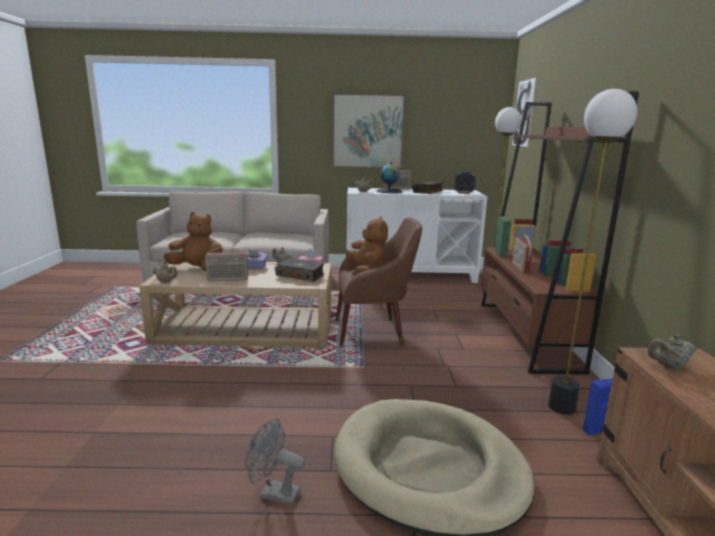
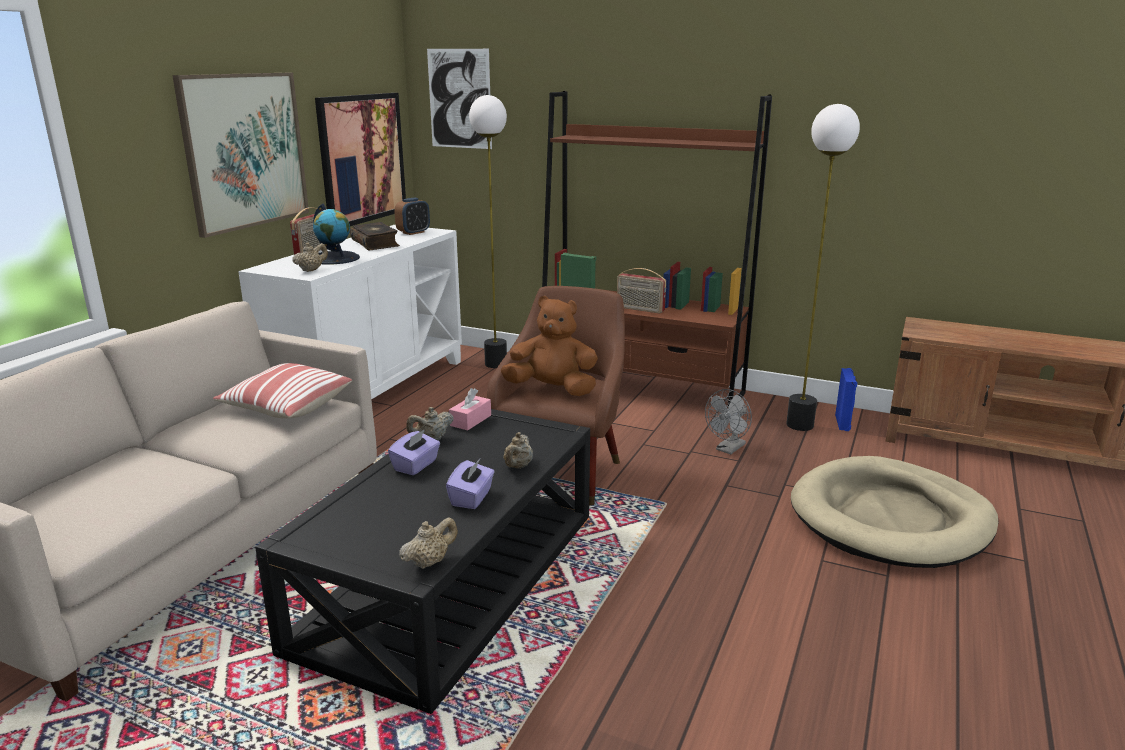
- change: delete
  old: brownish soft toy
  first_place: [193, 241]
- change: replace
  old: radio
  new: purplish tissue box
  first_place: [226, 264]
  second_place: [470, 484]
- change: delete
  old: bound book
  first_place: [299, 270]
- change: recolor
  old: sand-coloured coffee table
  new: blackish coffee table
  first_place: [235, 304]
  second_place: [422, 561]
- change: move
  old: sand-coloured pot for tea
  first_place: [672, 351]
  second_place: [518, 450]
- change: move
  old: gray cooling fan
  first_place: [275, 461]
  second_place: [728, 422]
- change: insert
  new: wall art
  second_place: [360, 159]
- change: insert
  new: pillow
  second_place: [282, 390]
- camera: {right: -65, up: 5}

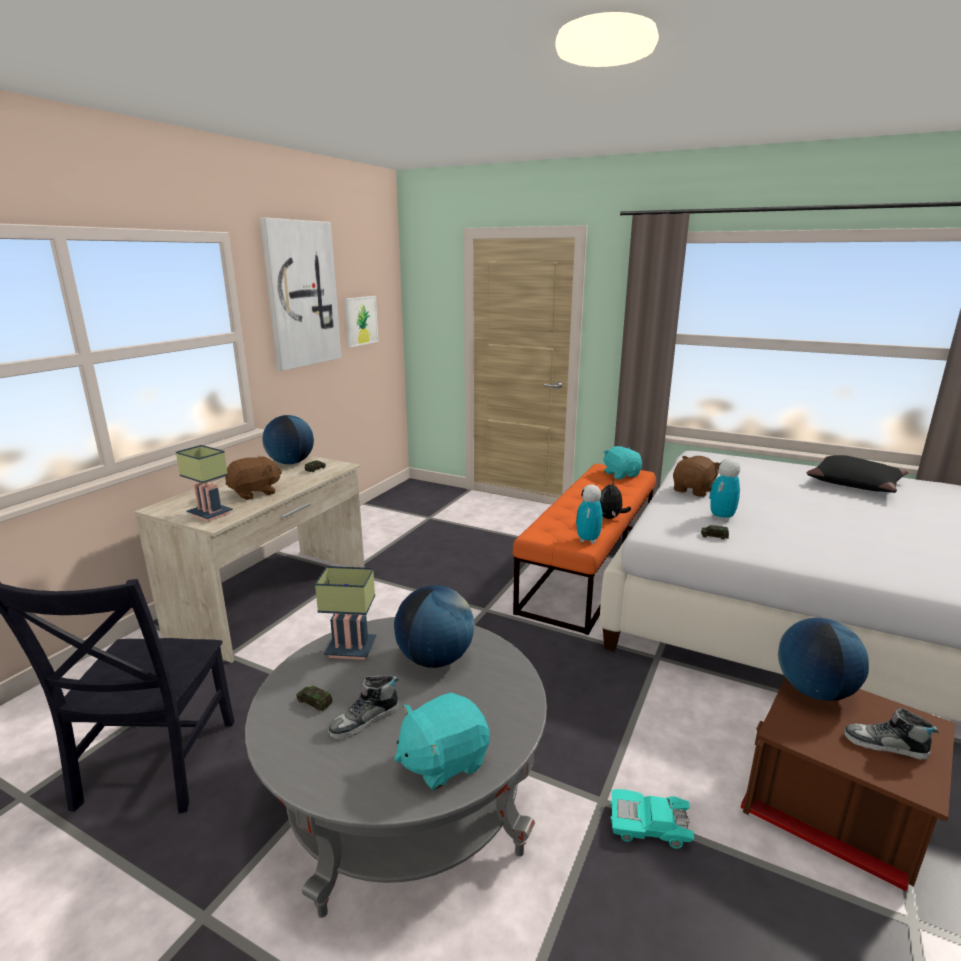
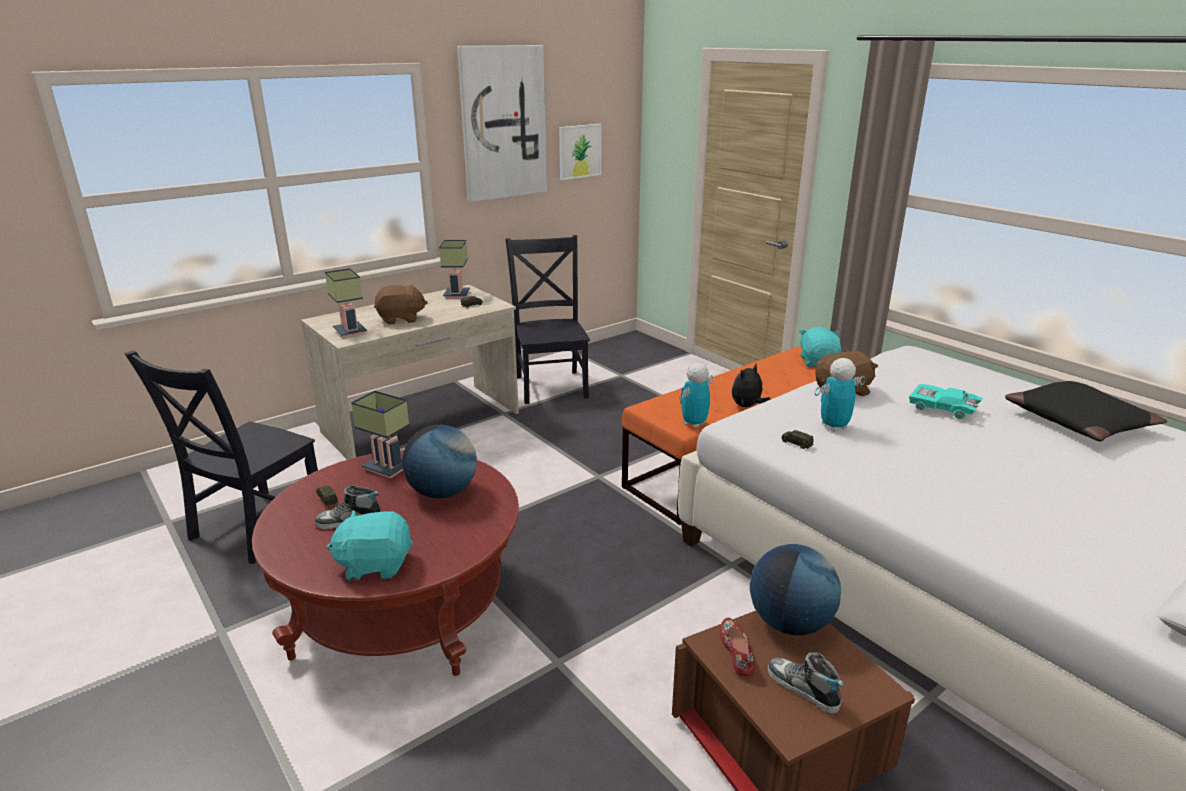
- change: replace
  old: globe
  new: table lamp
  first_place: [288, 439]
  second_place: [454, 269]
- change: recolor
  old: gray coffee table
  new: red coffee table
  first_place: [396, 767]
  second_place: [385, 563]
- change: move
  old: turquoise-coloured model car
  first_place: [652, 819]
  second_place: [946, 402]
- change: insert
  new: blackish plain chair
  second_place: [547, 319]
- change: insert
  new: red low shoe
  second_place: [737, 647]
- camera: {right: 25, up: 5}

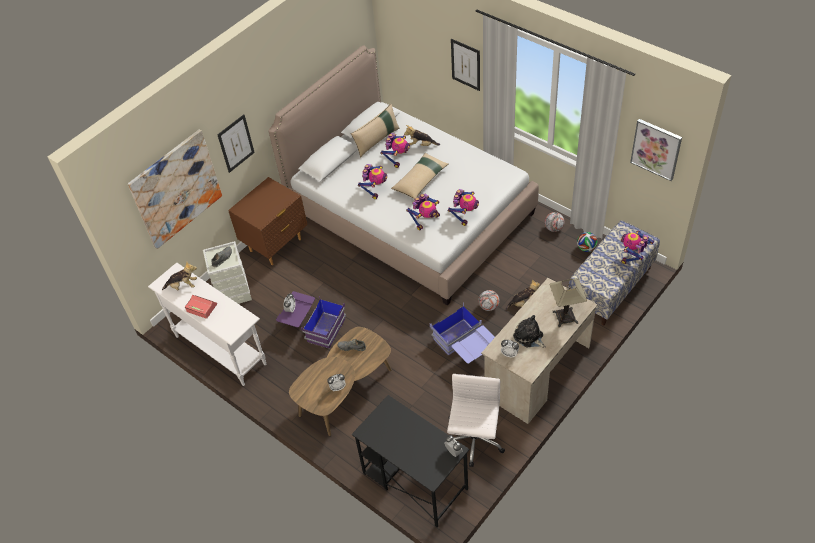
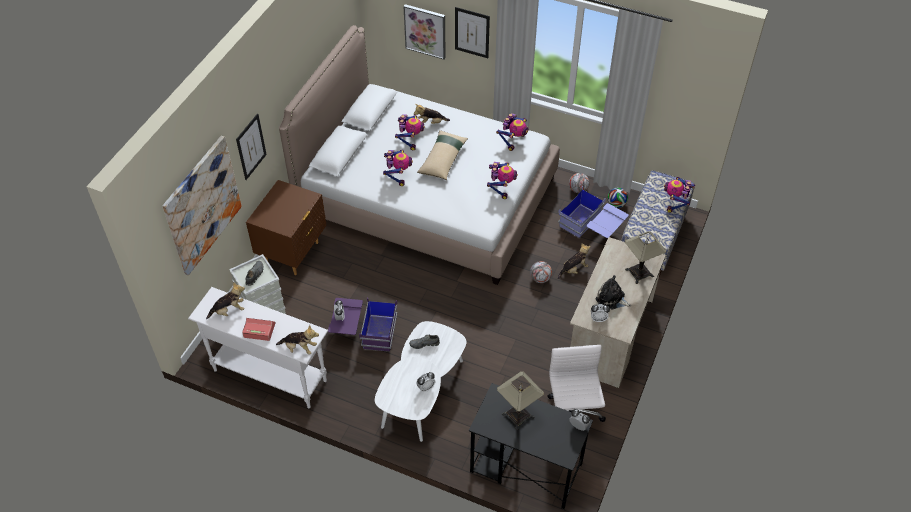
- change: delete
  old: sand-coloured pillow
  first_place: [375, 131]
- change: move
  old: wall art
  first_place: [656, 150]
  second_place: [424, 31]
- change: move
  old: model robot
  first_place: [423, 212]
  second_place: [512, 132]
- change: move
  old: blue storage container
  first_place: [462, 333]
  second_place: [593, 212]
- change: recolor
  old: brownish coffee table
  new: white coffee table
  first_place: [340, 381]
  second_place: [420, 381]
- change: insert
  new: soft toy
  second_place: [297, 340]
- change: insert
  new: table lamp
  second_place: [520, 400]
- camera: {right: -20, up: 0}

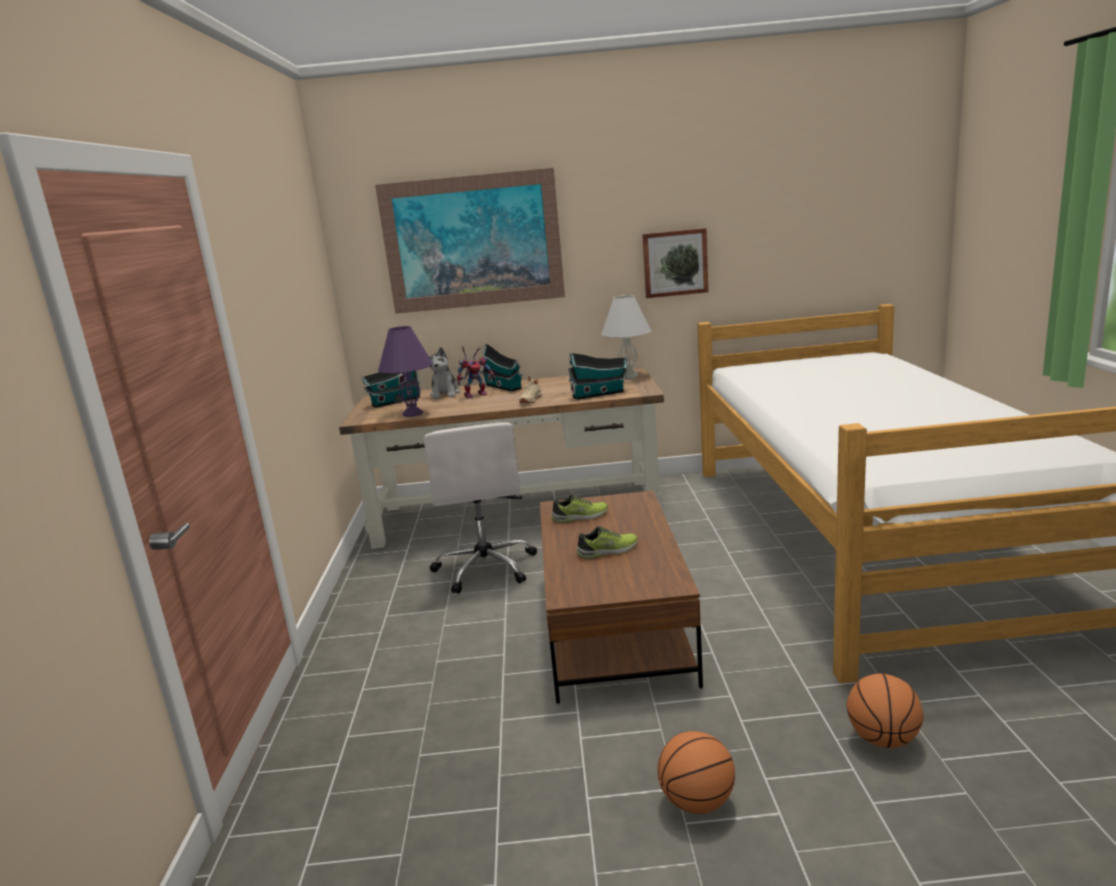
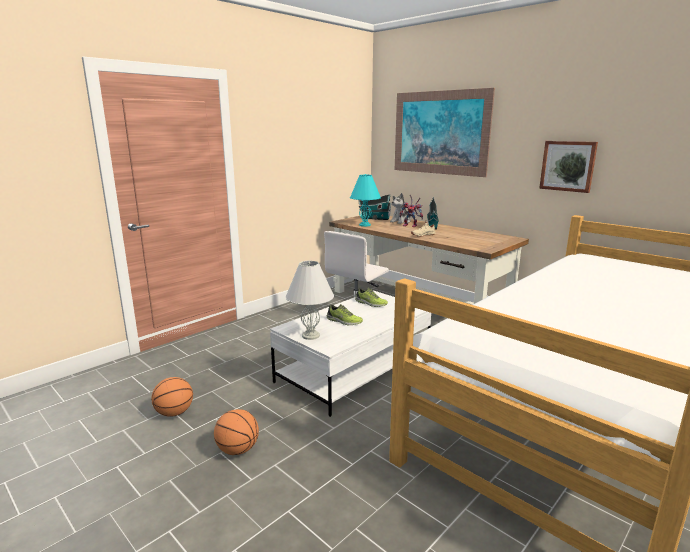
- change: move
  old: white table lamp
  first_place: [626, 337]
  second_place: [310, 300]
- change: recolor
  old: purplish table lamp
  new: turquoise-coloured table lamp
  first_place: [405, 371]
  second_place: [365, 200]
- change: delete
  old: toy house
  first_place: [597, 376]
- change: recolor
  old: brownish coffee table
  new: white coffee table
  first_place: [621, 597]
  second_place: [350, 353]
- change: move
  old: basketball
  first_place: [885, 710]
  second_place: [172, 397]
- camera: {right: 45, up: 0}

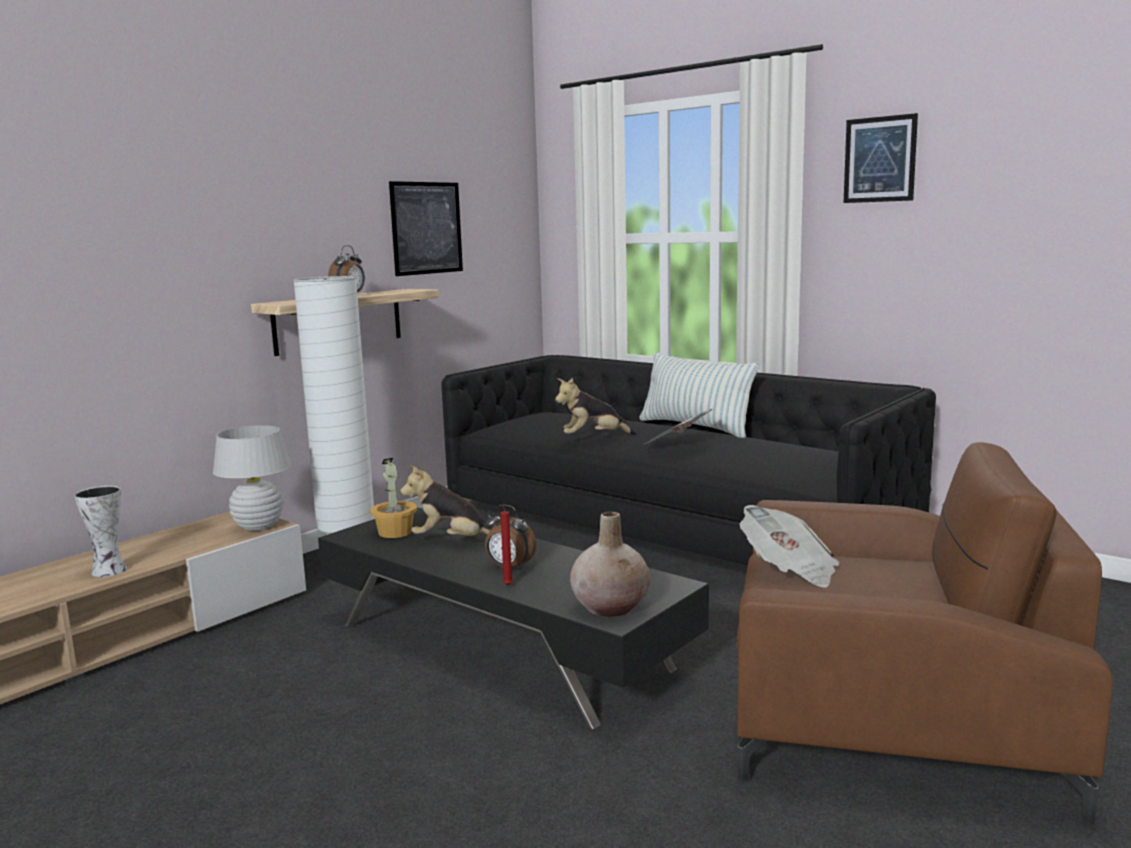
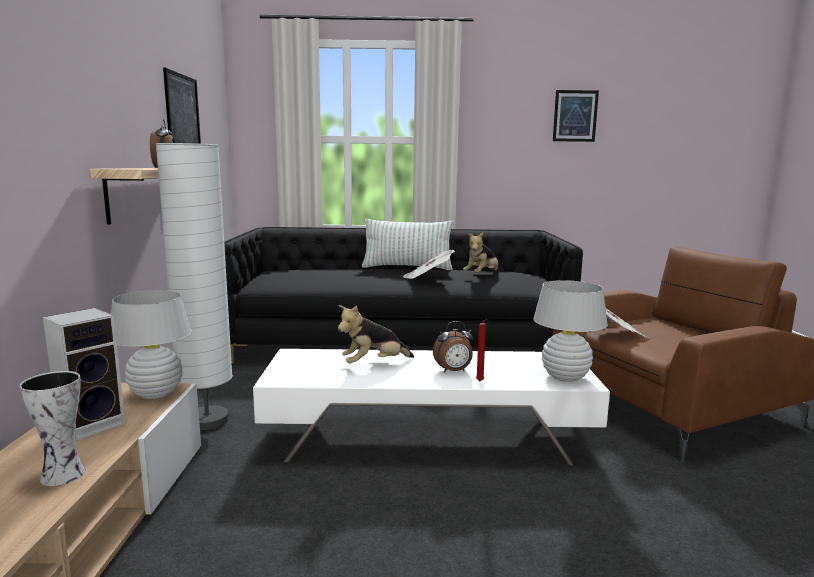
- change: move
  old: wall art
  first_place: [881, 158]
  second_place: [576, 116]
- change: move
  old: soft toy
  first_place: [595, 406]
  second_place: [480, 252]
- change: delete
  old: houseplant
  first_place: [393, 498]
- change: recolor
  old: blackish coffee table
  new: white coffee table
  first_place: [513, 618]
  second_place: [431, 407]
- change: replace
  old: sand-coloured flower vase
  new: white table lamp
  first_place: [610, 564]
  second_place: [570, 331]
- change: insert
  new: audio speaker
  second_place: [84, 374]
- camera: {right: -40, up: 0}

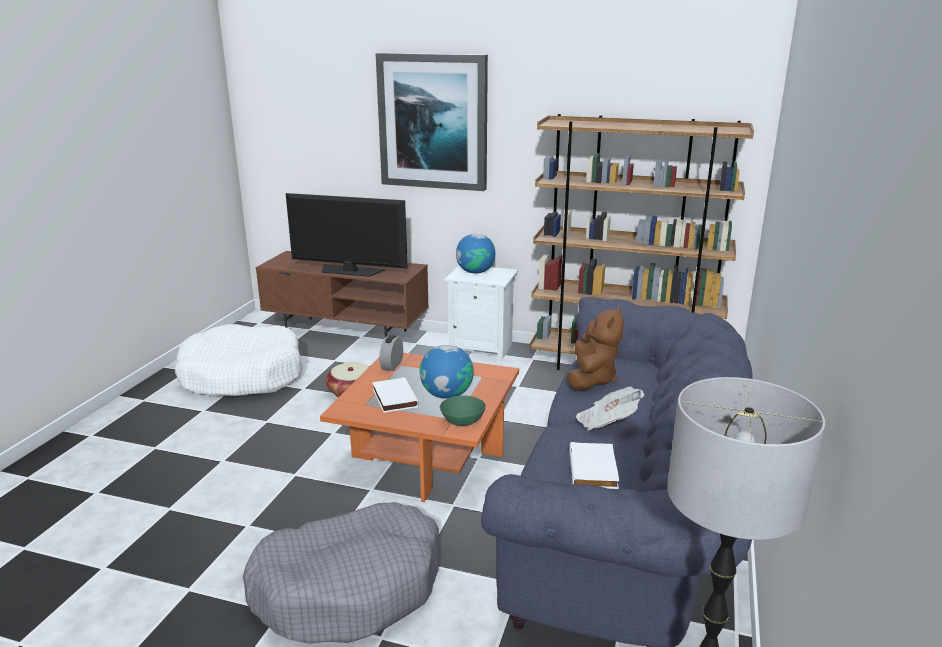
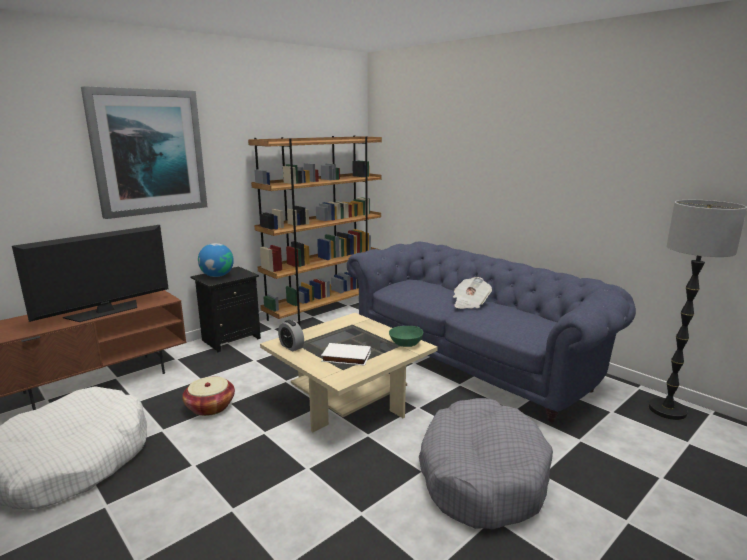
- change: recolor
  old: white nightstand
  new: blackish nightstand
  first_place: [481, 314]
  second_place: [225, 309]
- change: delete
  old: brownish soft toy
  first_place: [595, 348]
- change: delete
  old: globe
  first_place: [447, 372]
- change: recolor
  old: orange coffee table
  new: sand-coloured coffee table
  first_place: [419, 427]
  second_place: [349, 372]
- change: delete
  old: white bound book
  first_place: [594, 465]
- camera: {right: -60, up: -5}

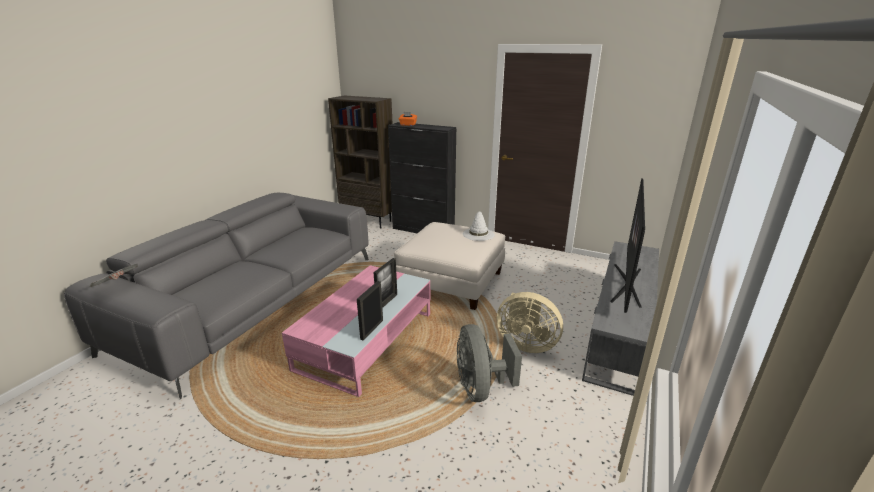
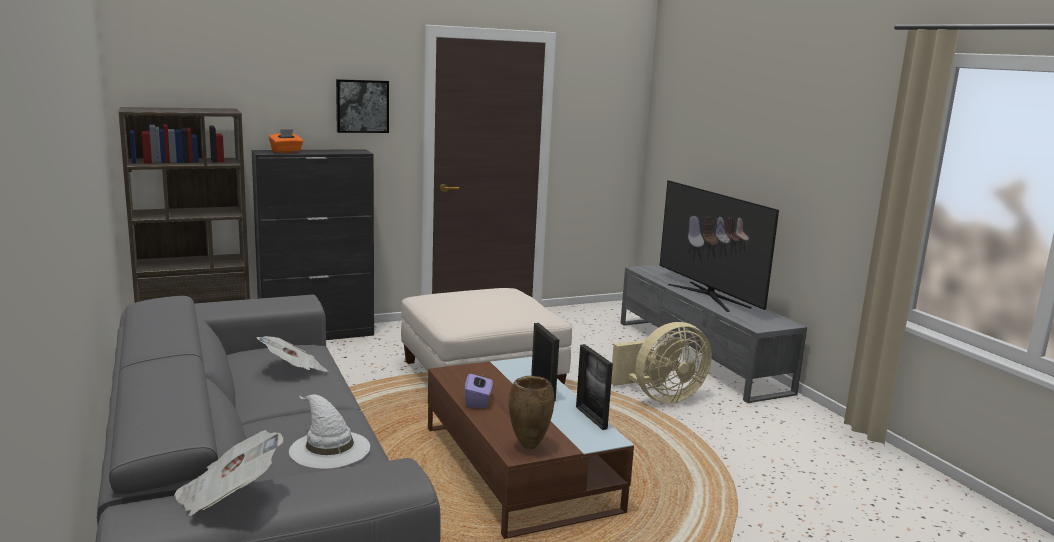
- change: move
  old: white hat
  first_place: [479, 226]
  second_place: [329, 431]
- change: recolor
  old: pink coffee table
  new: brownish coffee table
  first_place: [356, 331]
  second_place: [531, 448]
- change: delete
  old: gray cooling fan
  first_place: [489, 363]
- change: insert
  new: wall art
  second_place: [362, 106]
- change: insert
  new: printed paper
  second_place: [292, 354]
- change: insert
  new: purplish tissue box
  second_place: [479, 390]
- change: insert
  new: brownish flower vase
  second_place: [532, 413]
- camera: {right: -50, up: -10}

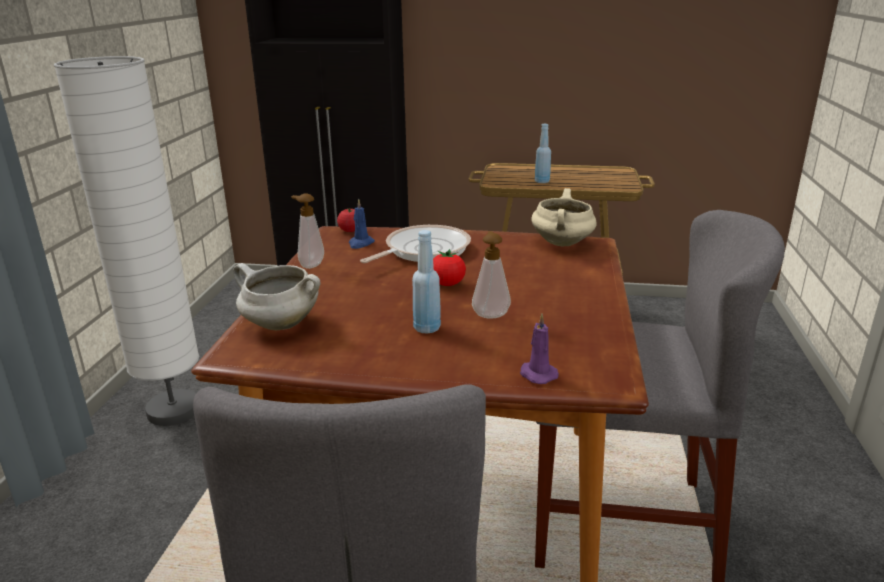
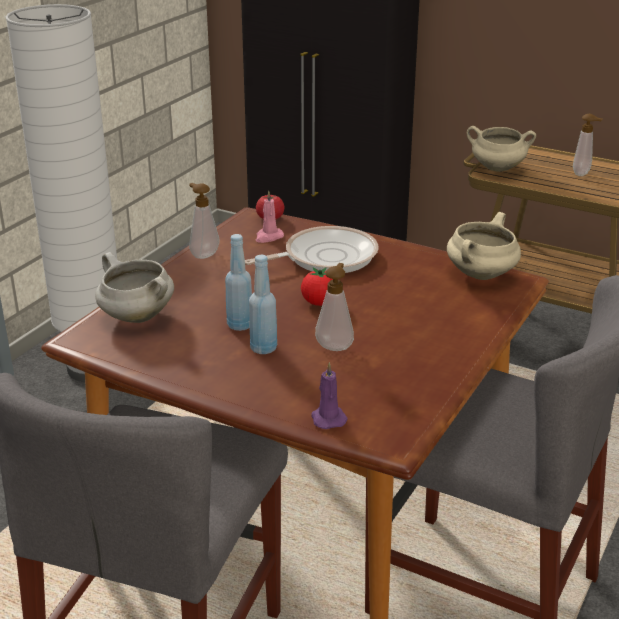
- change: move
  old: blue drink bottle
  first_place: [543, 153]
  second_place: [238, 282]
- change: recolor
  old: blue candle
  new: pink candle
  first_place: [362, 224]
  second_place: [270, 217]
- change: insert
  new: liquid soap bottle
  second_place: [588, 145]
- change: insert
  new: sand-coloured saucepot
  second_place: [501, 149]
- camera: {right: 20, up: 5}

